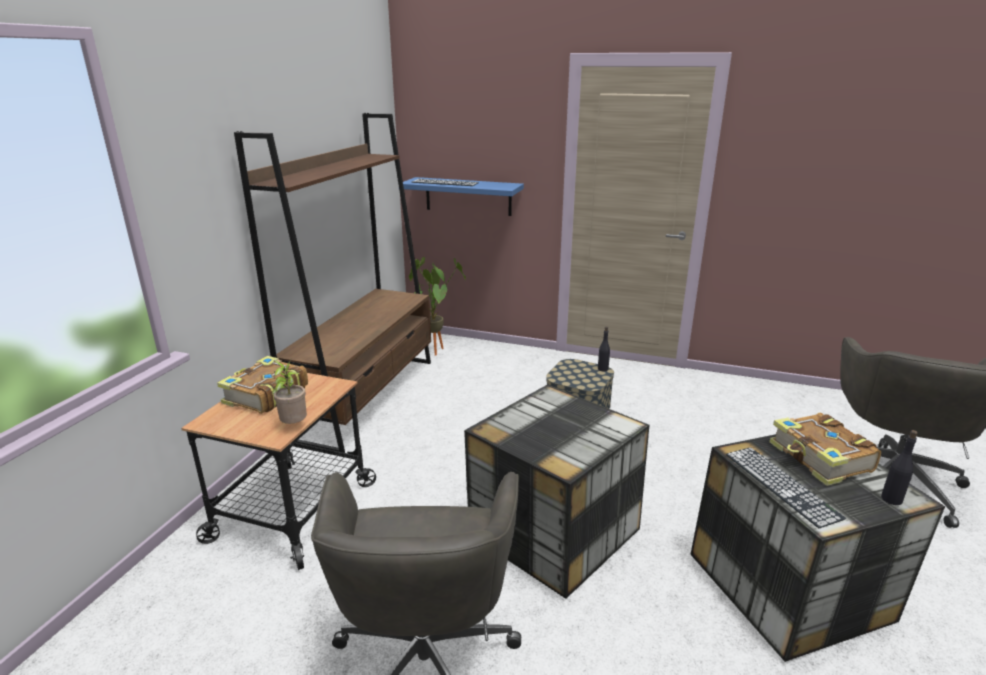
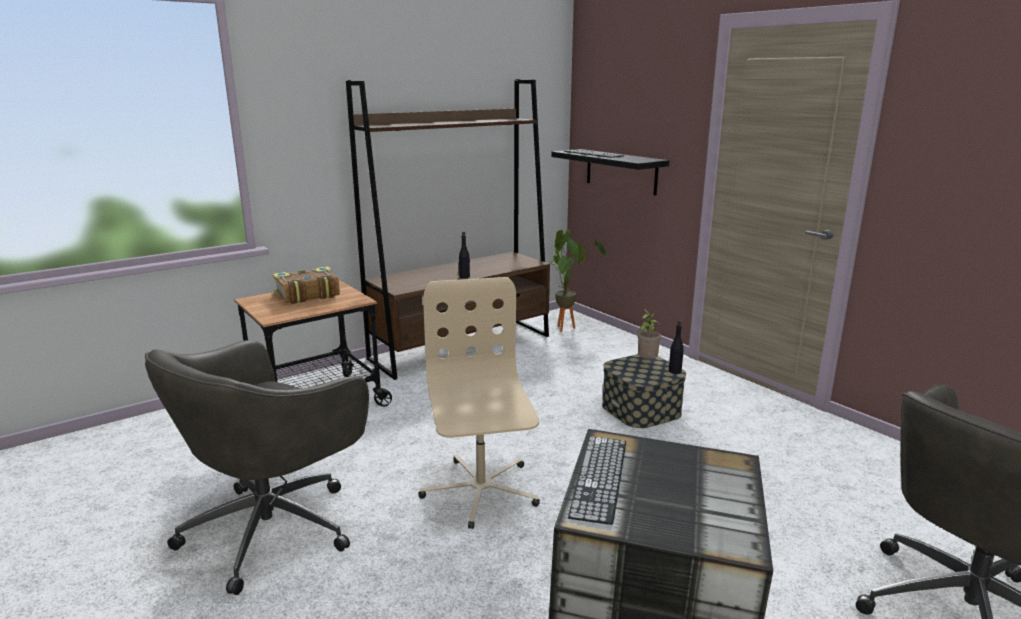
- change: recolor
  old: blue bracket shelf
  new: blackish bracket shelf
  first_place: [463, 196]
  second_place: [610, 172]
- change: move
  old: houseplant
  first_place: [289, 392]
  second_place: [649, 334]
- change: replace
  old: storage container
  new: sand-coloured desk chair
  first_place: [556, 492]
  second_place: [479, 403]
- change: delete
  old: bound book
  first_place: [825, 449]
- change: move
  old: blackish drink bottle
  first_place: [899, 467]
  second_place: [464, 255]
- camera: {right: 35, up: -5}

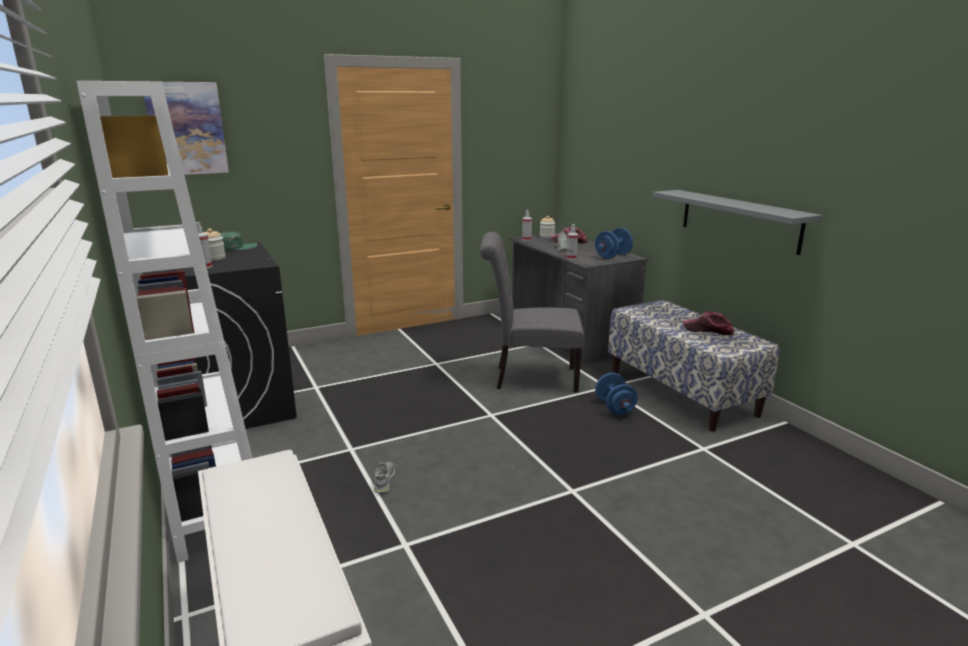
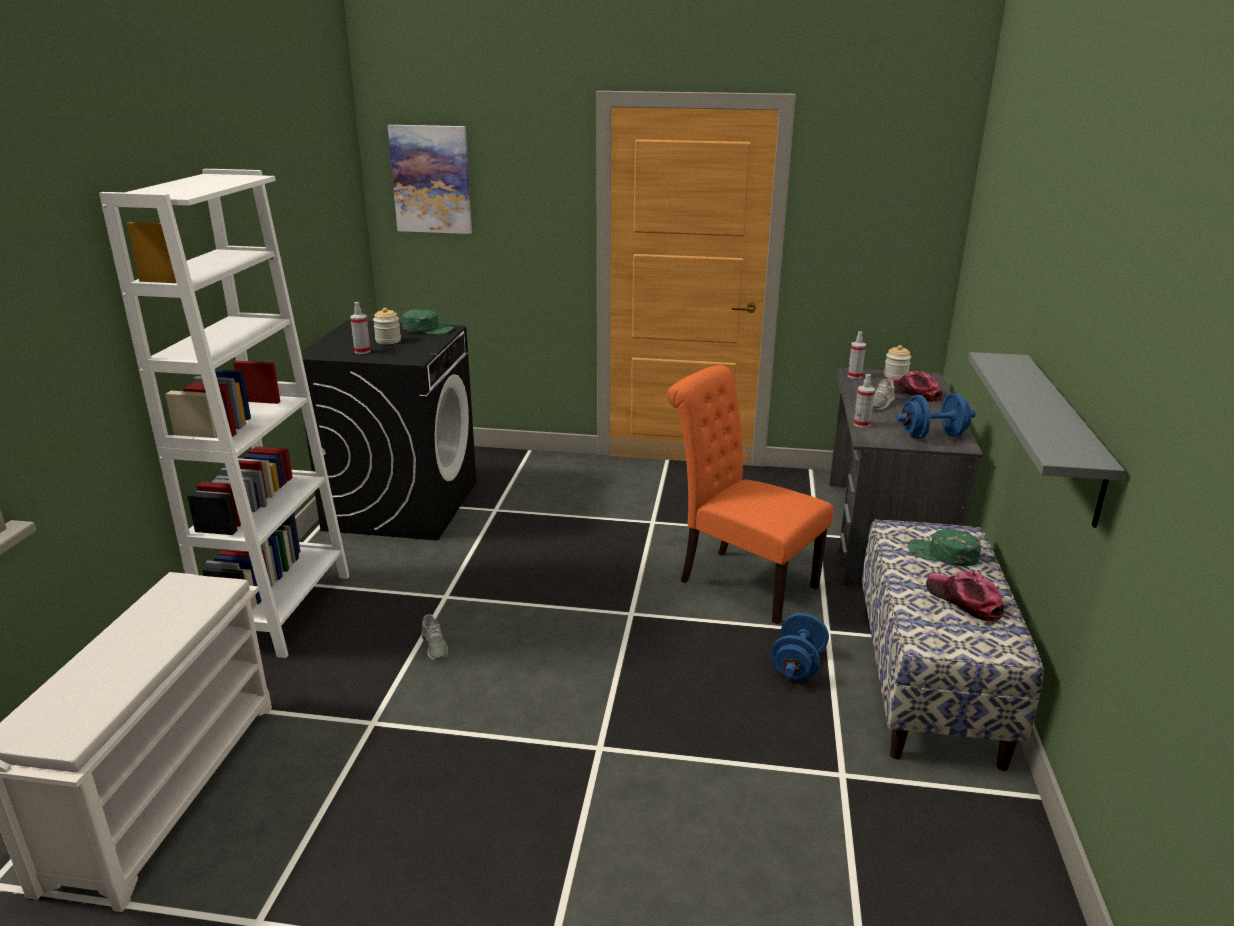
- change: recolor
  old: gray plain chair
  new: orange plain chair
  first_place: [532, 312]
  second_place: [750, 494]
- change: rotate
  old: gray low shoe
  first_place: [384, 477]
  second_place: [434, 637]
  degrees: 120
- change: insert
  new: green-coloured peaked cap
  second_place: [944, 547]
- camera: {right: 35, up: 5}

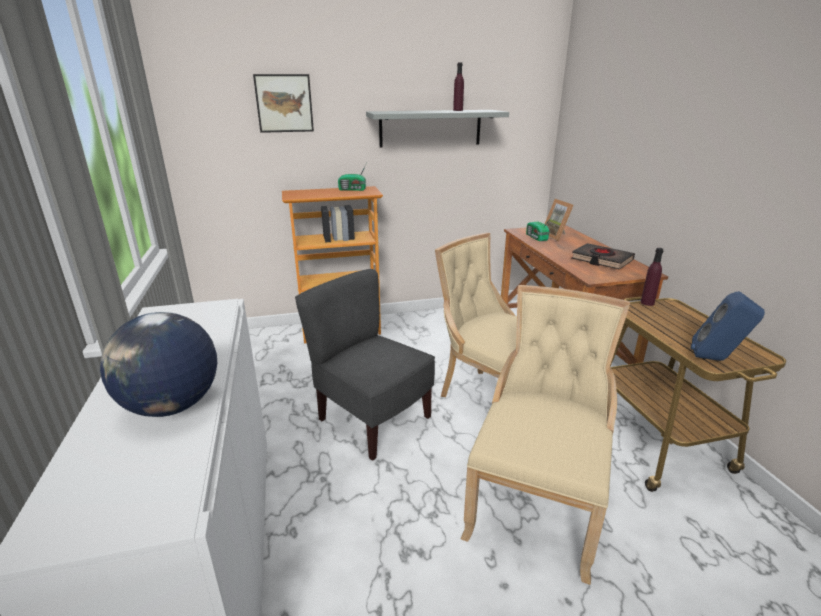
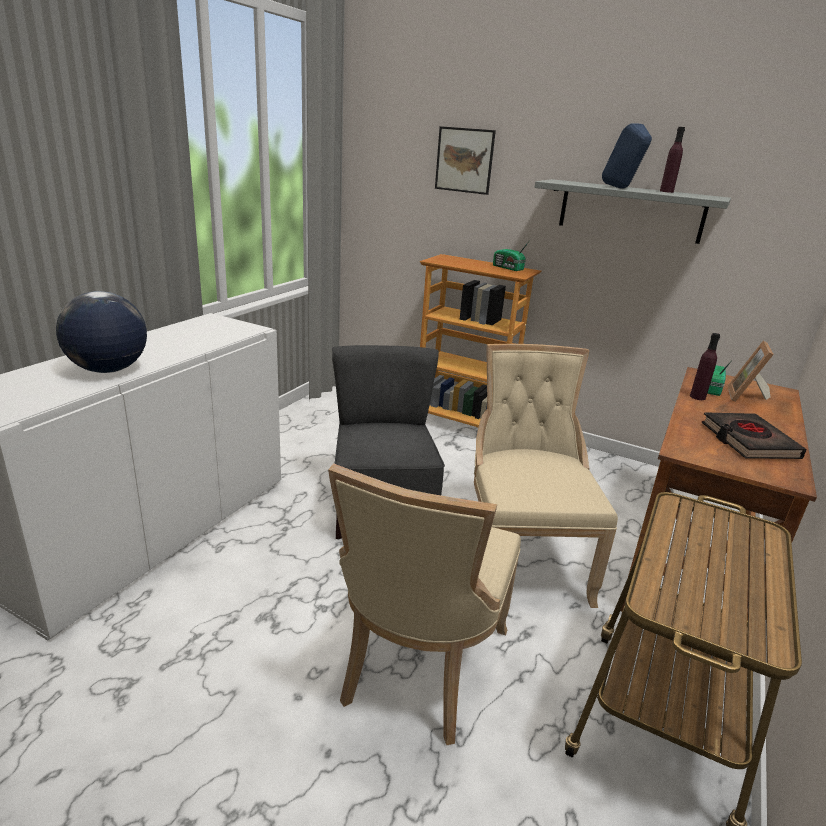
- change: move
  old: purplish drink bottle
  first_place: [652, 277]
  second_place: [705, 366]
- change: rotate
  old: sand-coloured plain chair
  first_place: [545, 435]
  second_place: [424, 604]
  degrees: 135
- change: move
  old: blue audio speaker
  first_place: [728, 326]
  second_place: [627, 156]
- camera: {right: 40, up: 0}

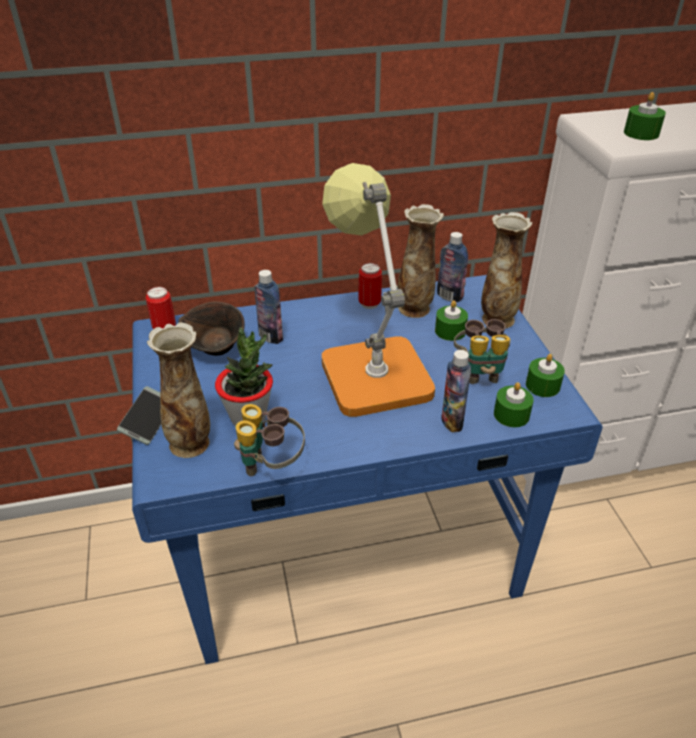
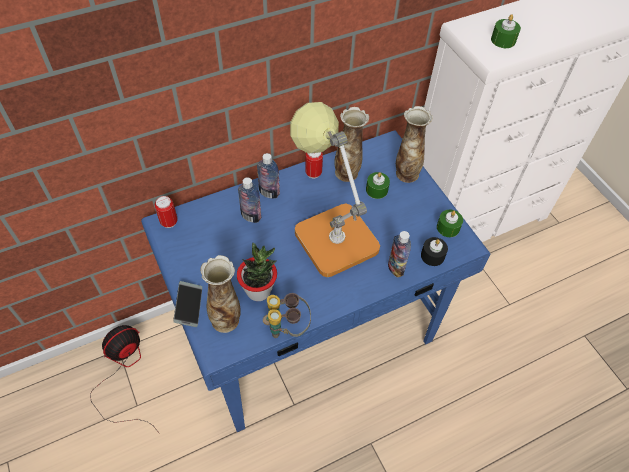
- change: move
  old: drink bottle
  first_place: [452, 267]
  second_place: [268, 175]
- change: delete
  old: brownish deep dish
  first_place: [211, 328]
- change: delete
  old: field glasses
  first_place: [482, 351]
- change: recolor
  old: green-coloured candle
  new: blackish candle
  first_place: [514, 404]
  second_place: [434, 251]
- change: insert
  new: cooling fan
  second_place: [124, 379]
- camera: {right: -15, up: 15}

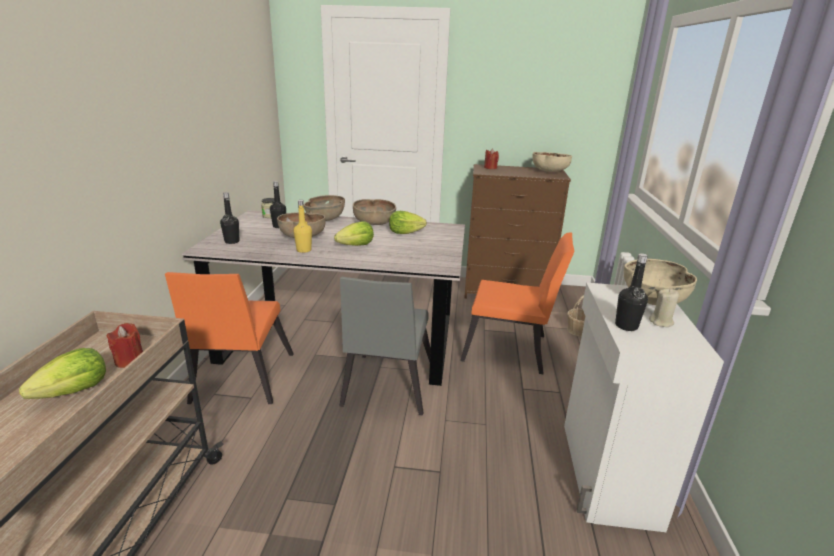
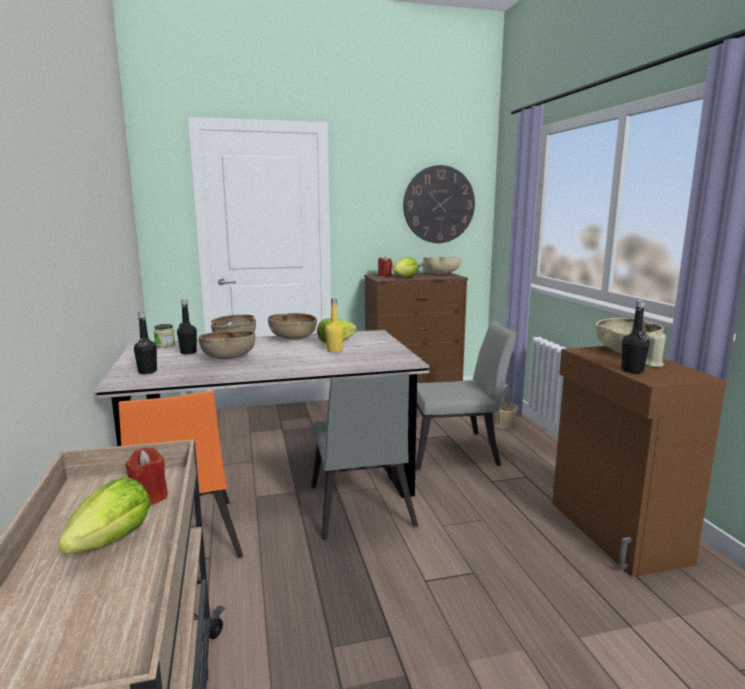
- change: move
  old: yellow-coloured drink bottle
  first_place: [303, 226]
  second_place: [334, 325]
- change: move
  old: head of lettuce
  first_place: [354, 233]
  second_place: [405, 267]
- change: recolor
  old: orange plain chair
  new: gray plain chair
  first_place: [517, 303]
  second_place: [465, 395]
- change: recolor
  old: white cupboard
  new: brownish cupboard
  first_place: [644, 407]
  second_place: [639, 461]
- change: insert
  new: hanging clock
  second_place: [439, 204]
- camera: {right: -20, up: -10}

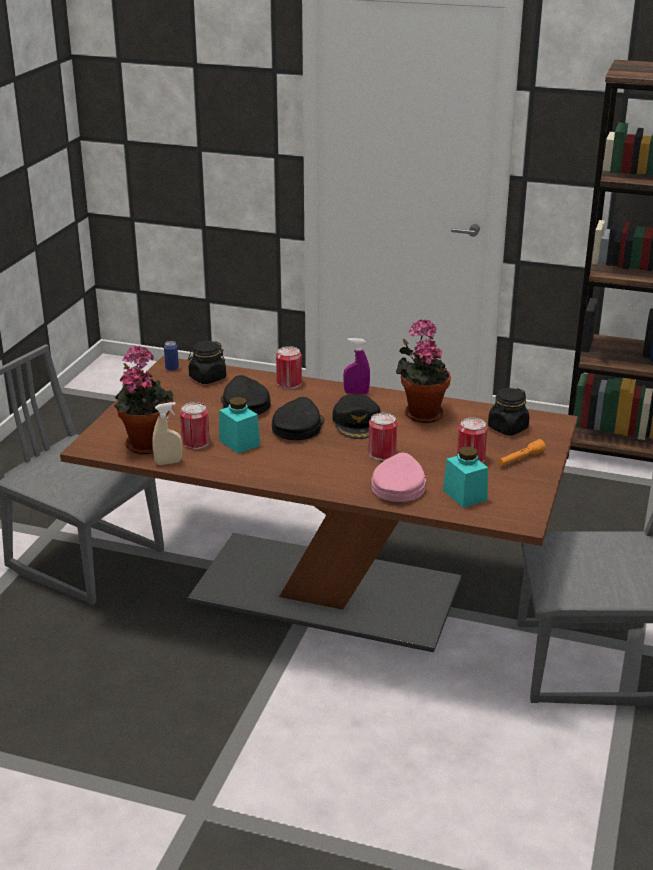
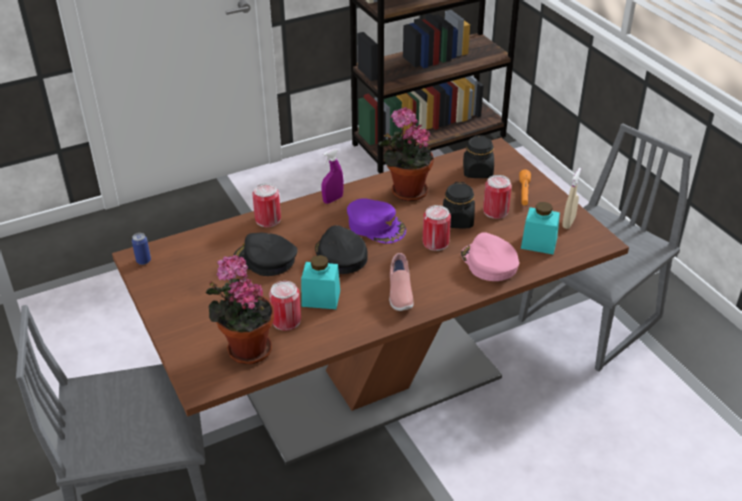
- change: move
  old: blackish preserve jar
  first_place: [207, 362]
  second_place: [459, 205]
- change: recolor
  old: blackish peaked cap
  new: purplish peaked cap
  first_place: [356, 416]
  second_place: [376, 221]
- change: move
  old: sand-coloured hand sprayer
  first_place: [167, 433]
  second_place: [571, 198]
- change: insert
  new: pink low shoe
  second_place: [401, 282]
- camera: {right: -45, up: 10}

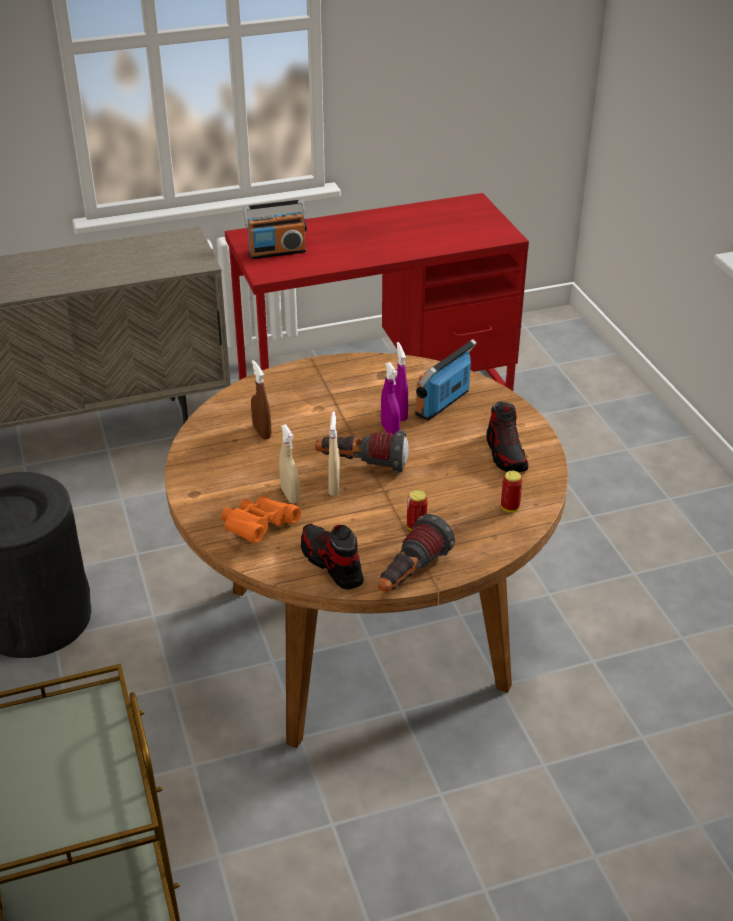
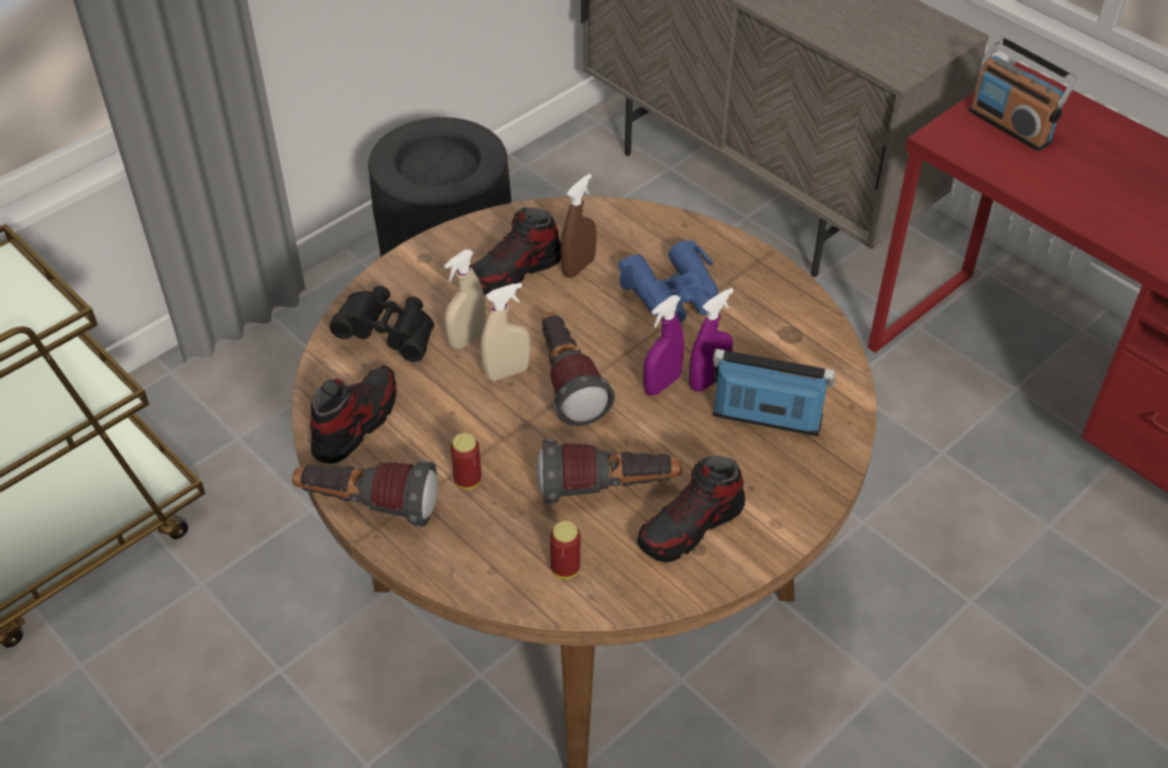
- change: recolor
  old: orange field glasses
  new: blackish field glasses
  first_place: [261, 519]
  second_place: [381, 324]
- change: insert
  new: low shoe
  second_place: [515, 251]
- change: insert
  new: blue field glasses
  second_place: [668, 281]
- change: insert
  new: torch
  second_place: [609, 471]
- camera: {right: 65, up: 10}

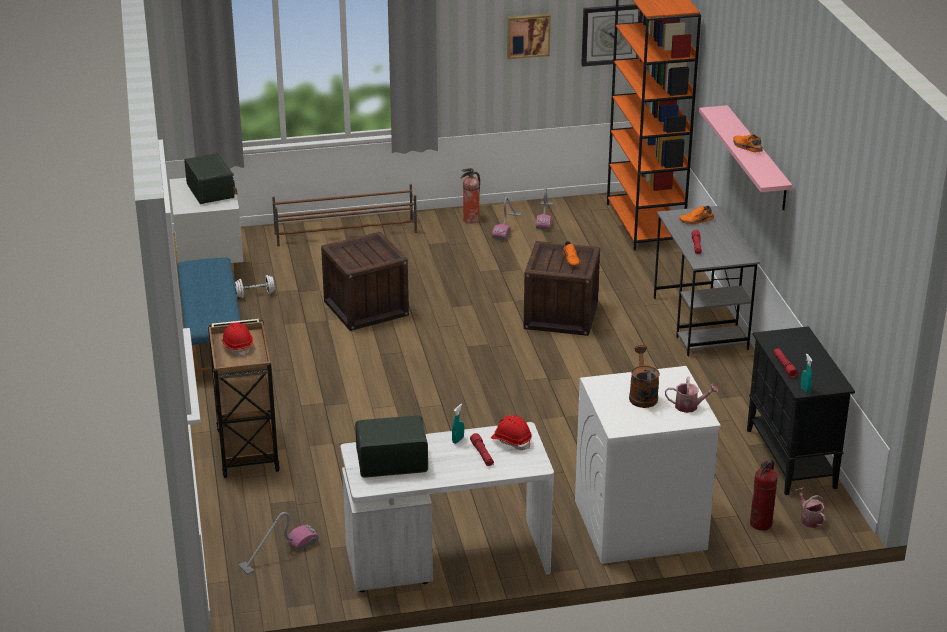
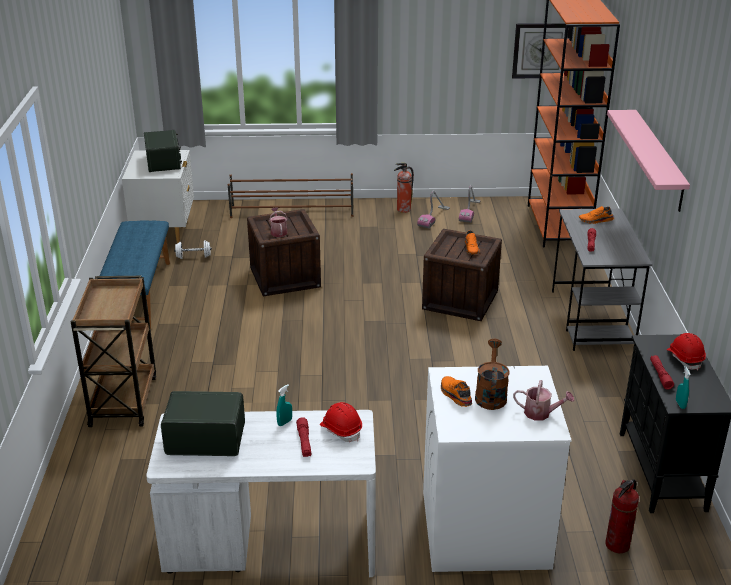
- change: delete
  old: wall art
  first_place: [529, 36]
- change: move
  old: orange low shoe
  first_place: [748, 143]
  second_place: [456, 391]
- change: move
  old: red hard hat
  first_place: [237, 339]
  second_place: [686, 352]
- change: move
  old: watering pot
  first_place: [810, 508]
  second_place: [278, 222]
- change: delete
  old: vacuum
  first_place: [278, 543]
- camera: {right: 10, up: 0}

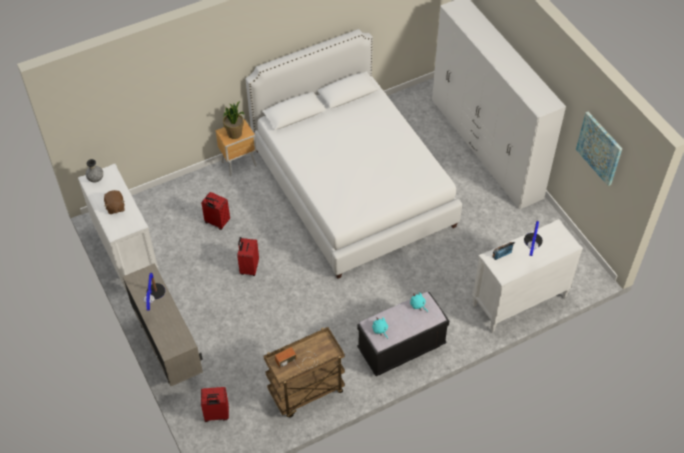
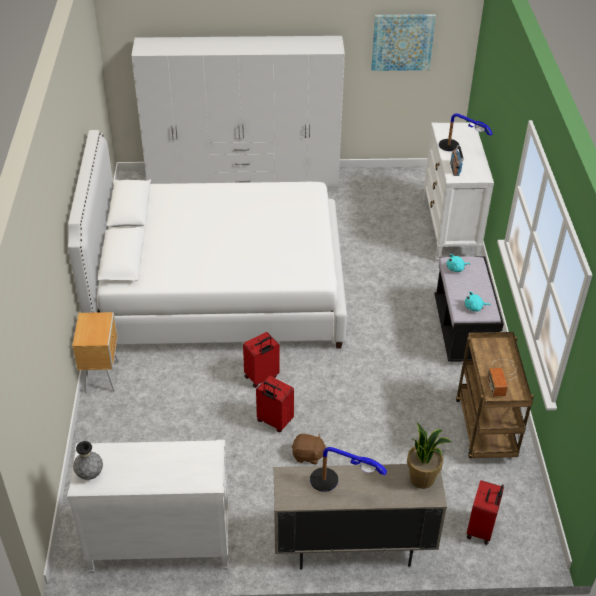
- change: move
  old: houseplant
  first_place: [234, 120]
  second_place: [429, 456]
- change: move
  old: brownish soft toy
  first_place: [114, 202]
  second_place: [309, 449]
- change: move
  old: red suitcase
  first_place: [215, 211]
  second_place: [261, 360]
- camera: {right: -65, up: -10}

